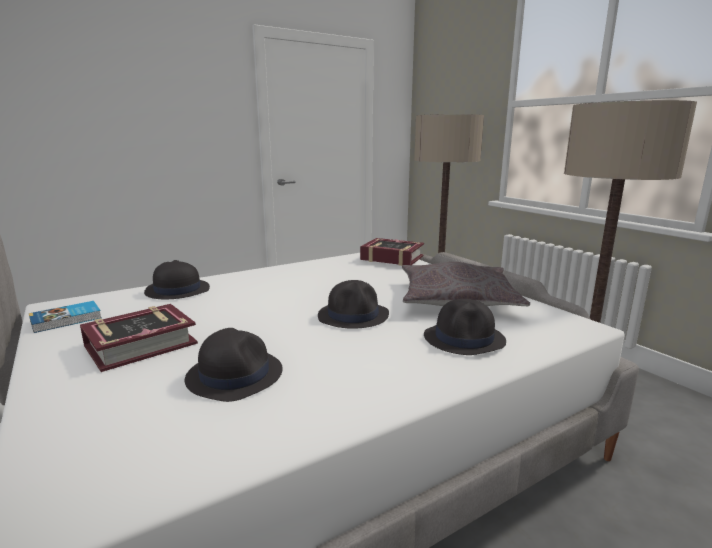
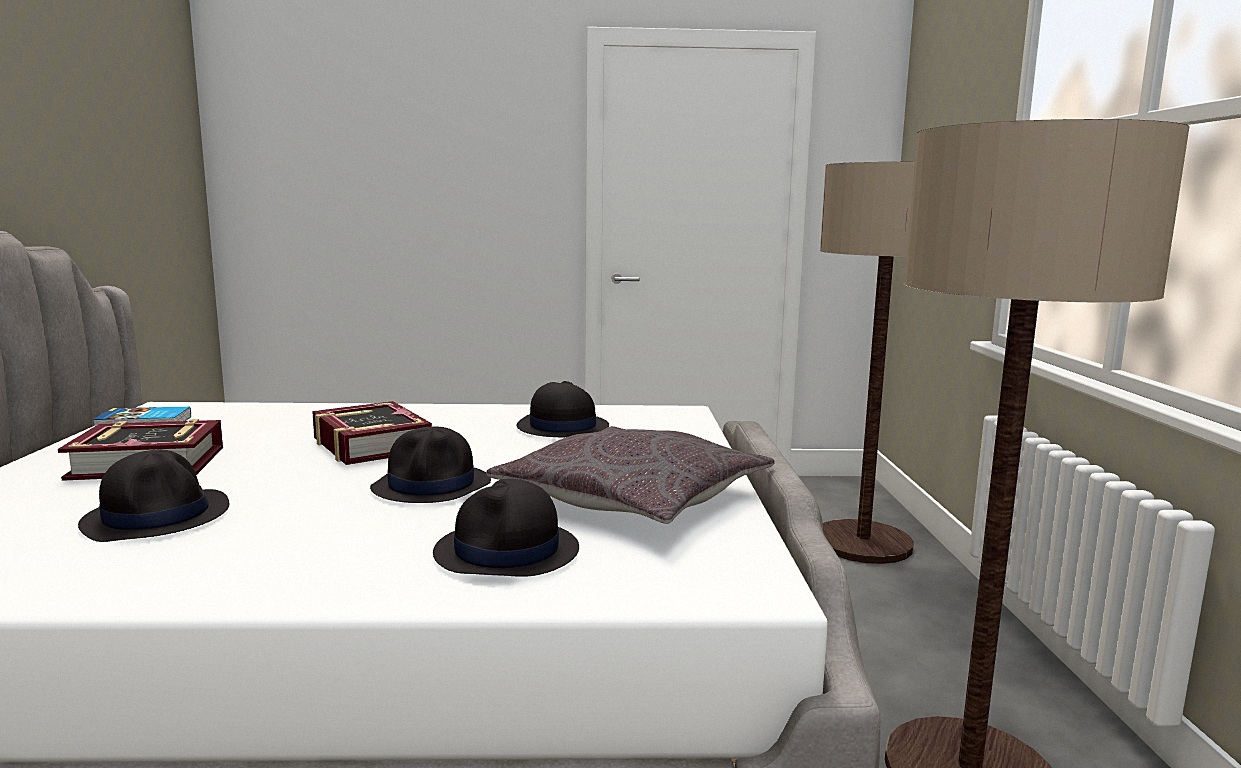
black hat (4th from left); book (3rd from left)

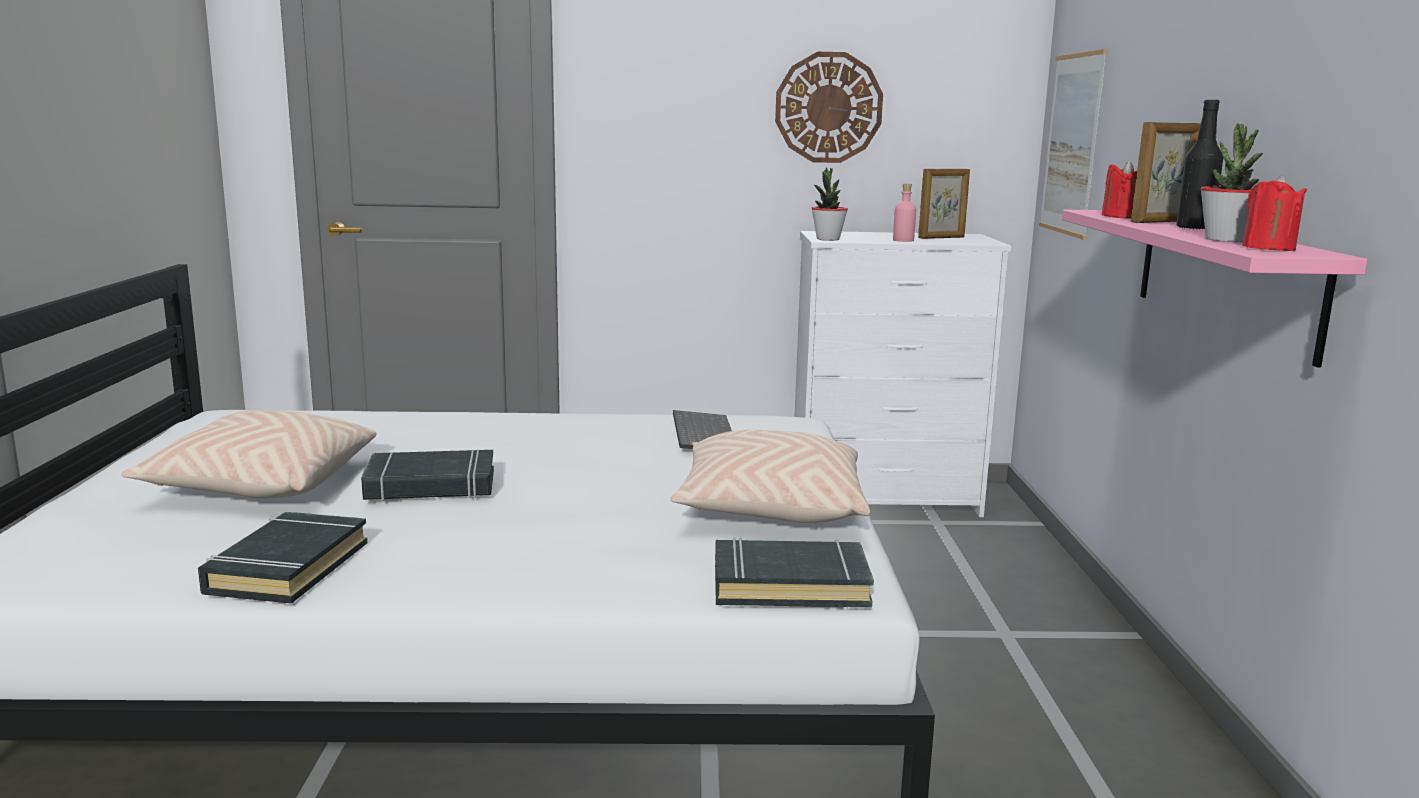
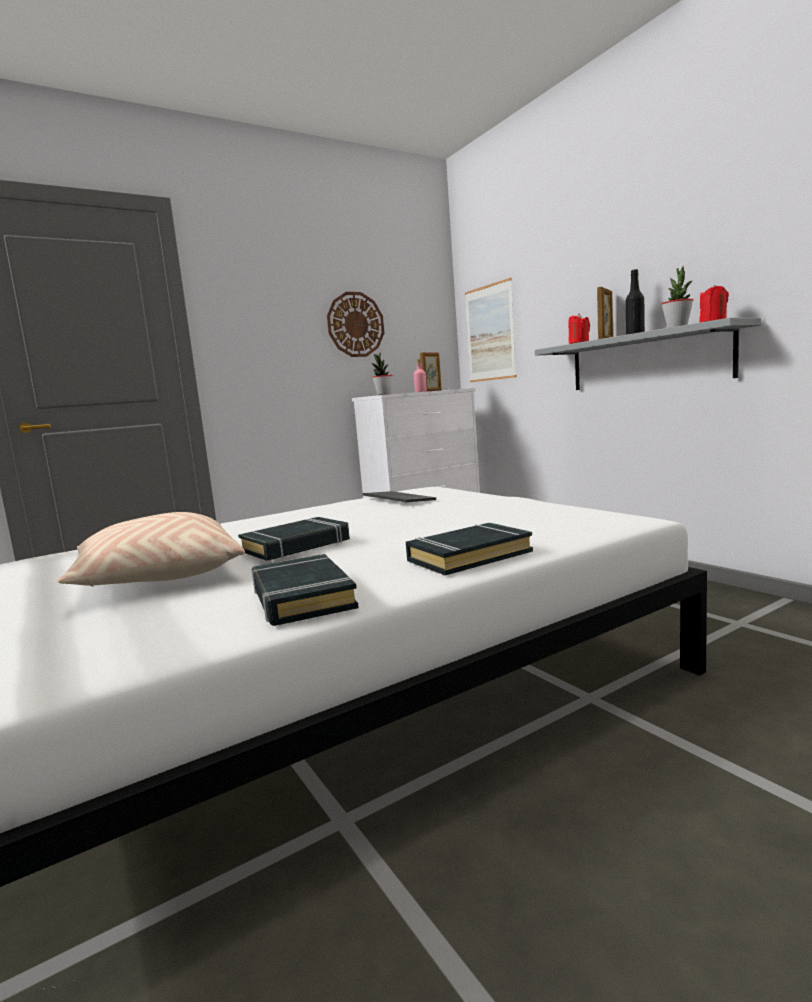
beige pillow (2nd from left in the first image); black book (3rd from left); grey shelf

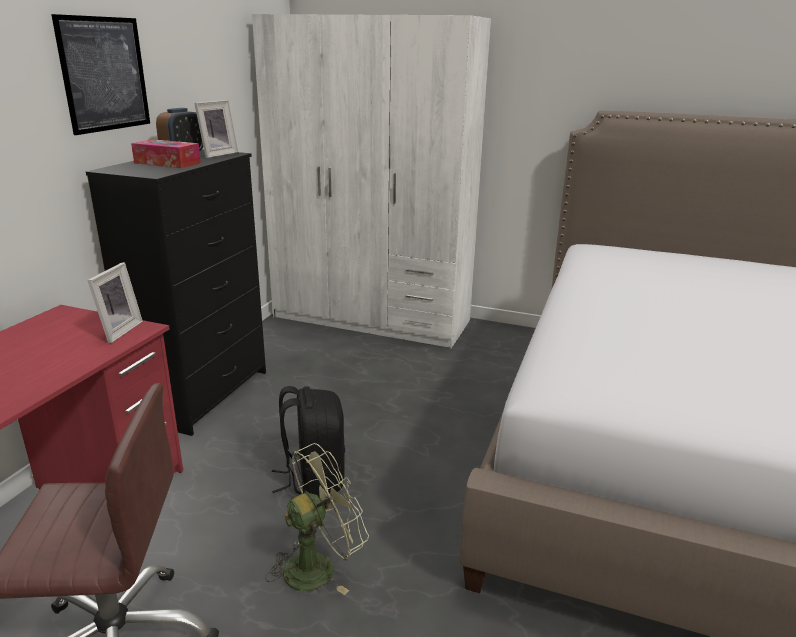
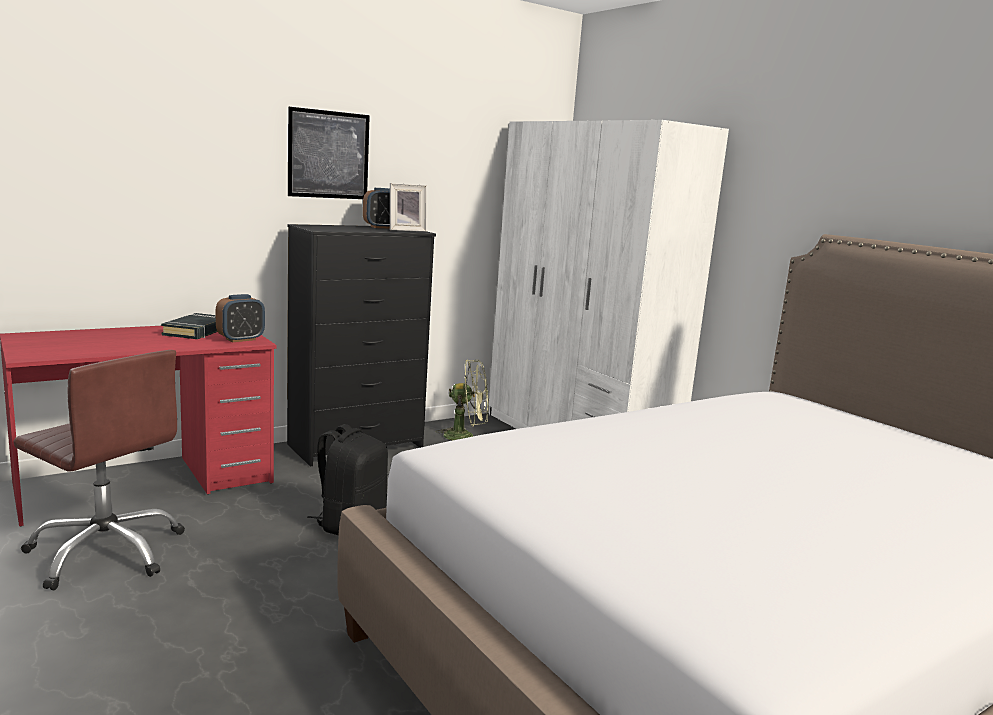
tissue box; black book; green fan; alarm clock (1st from left)

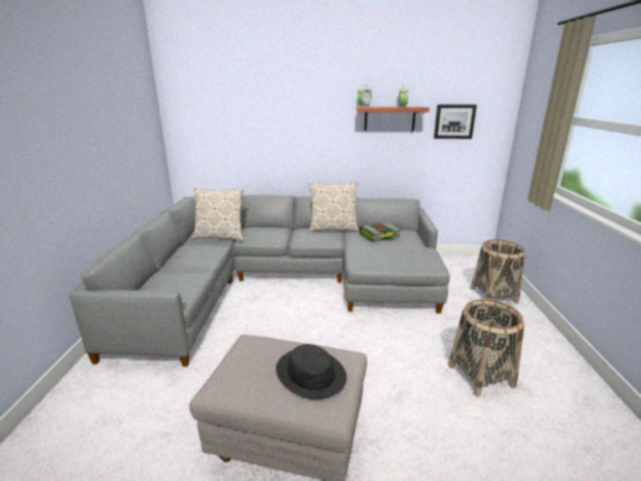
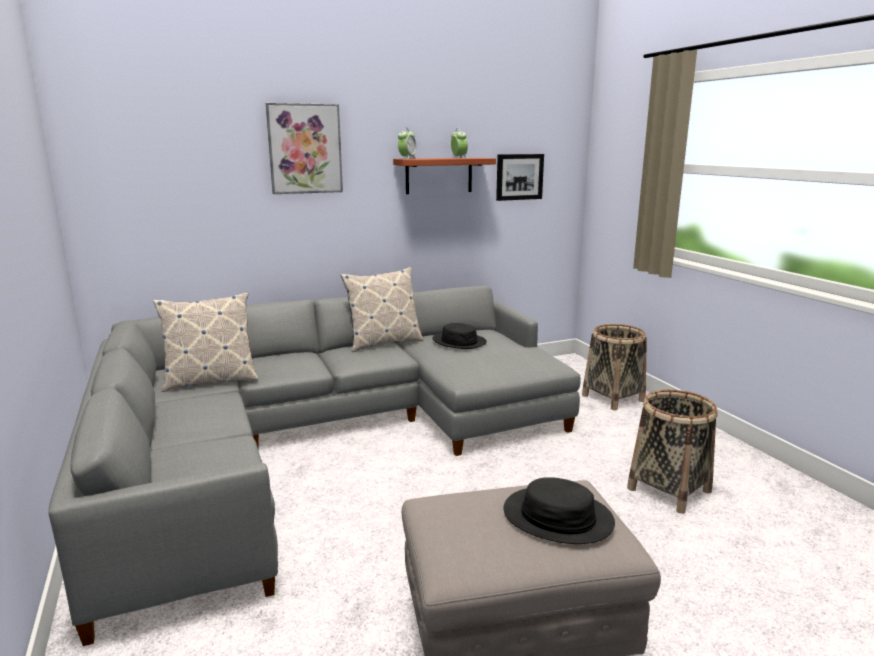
picture (1st from left); black hat (1st from left)

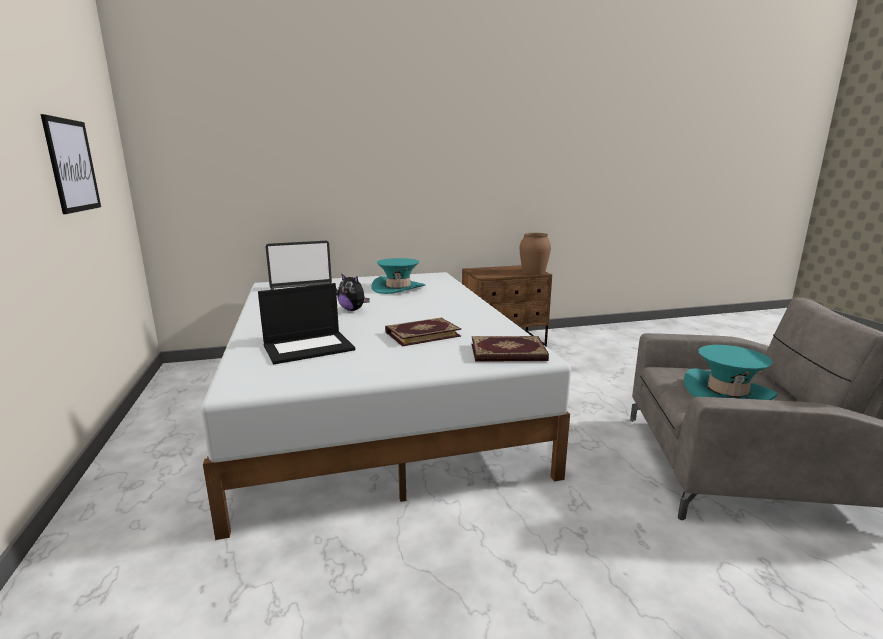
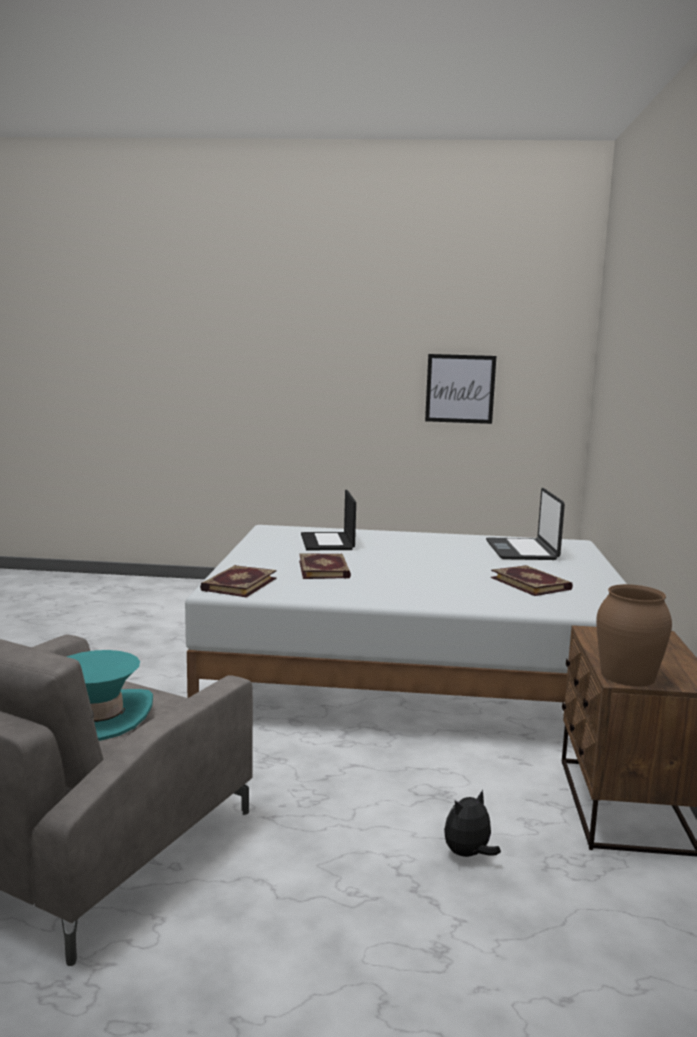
plush toy; book (3rd from left)

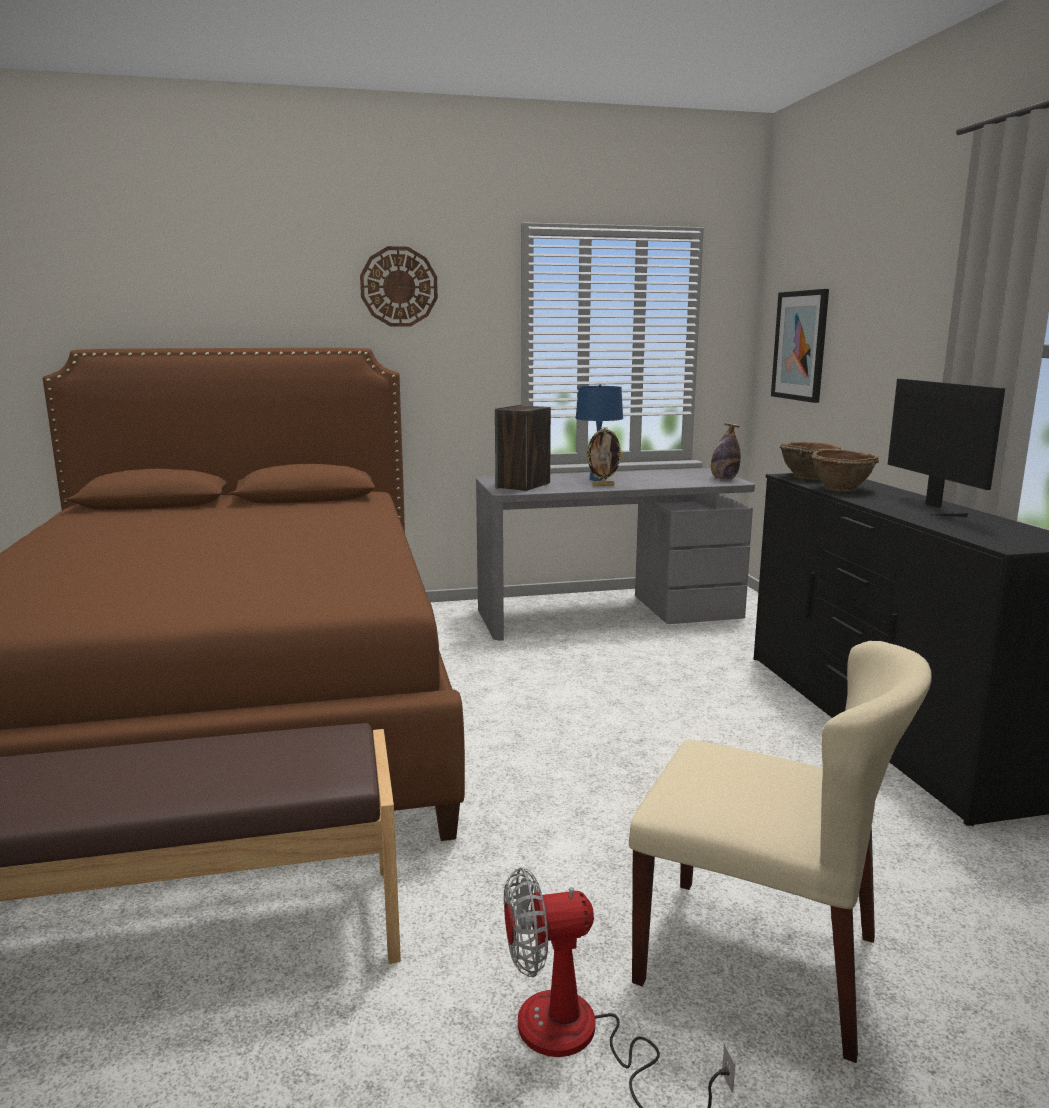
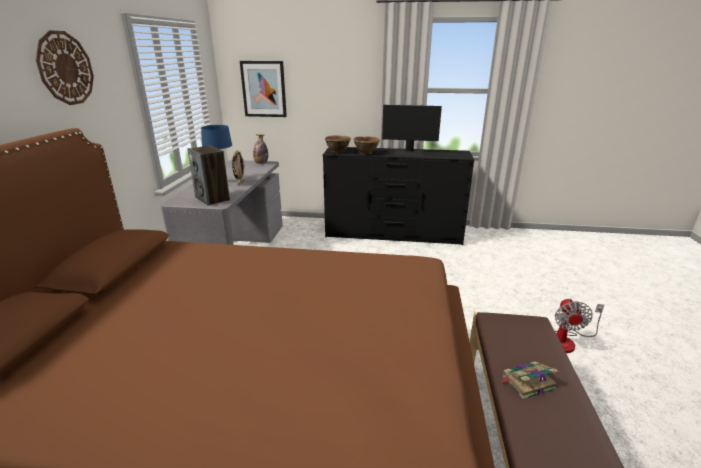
beige chair; book

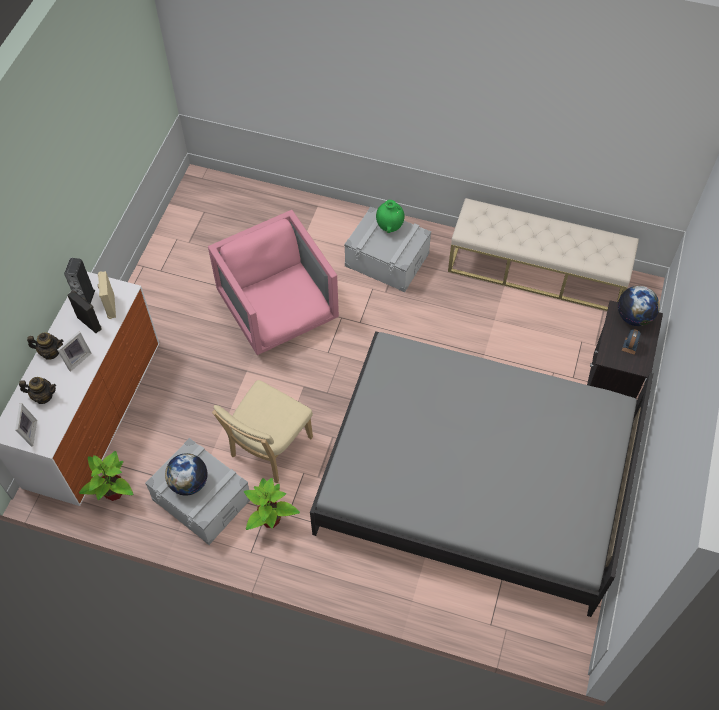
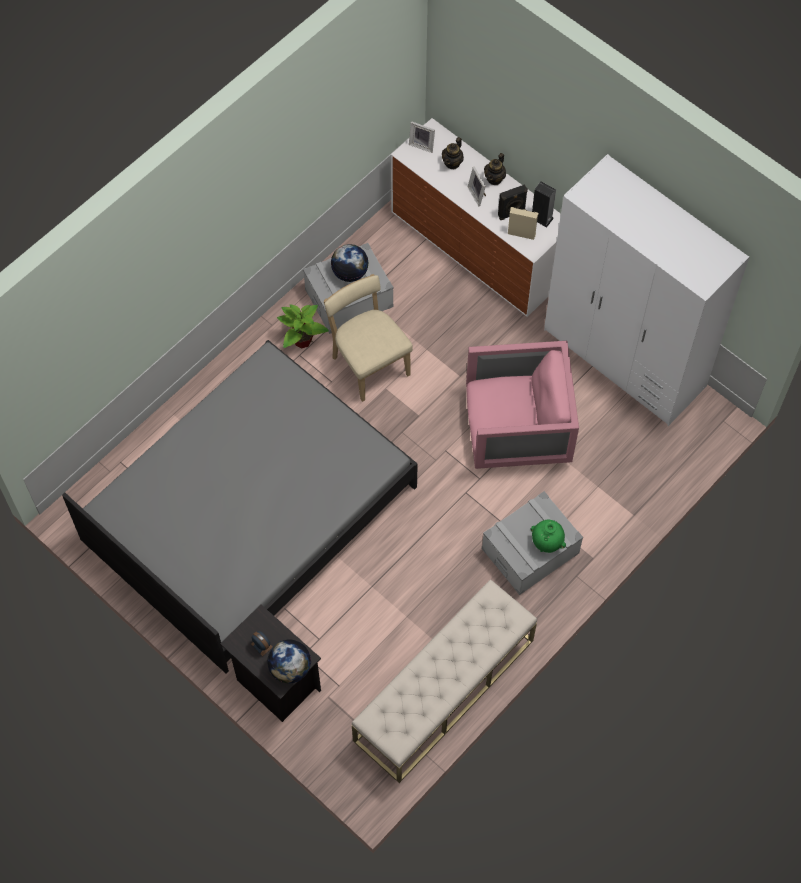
potted plant (1st from left in the first image); white wardrobe

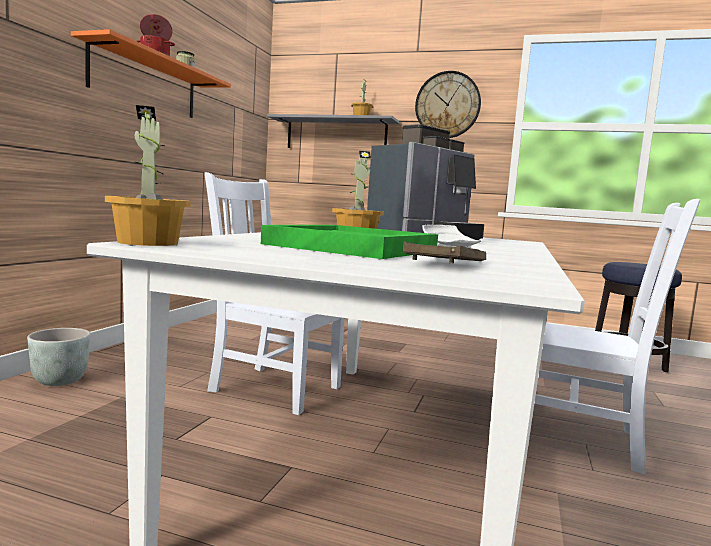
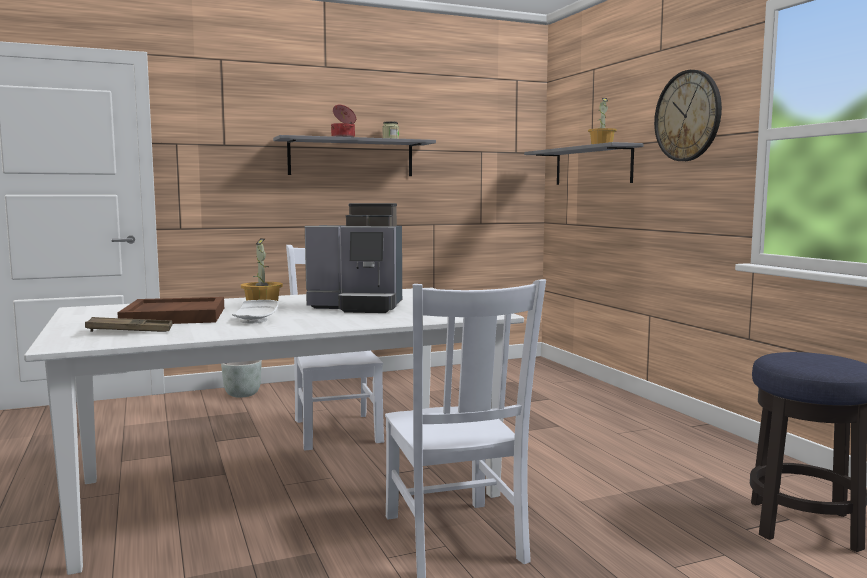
potted plant (1st from left in the first image); grey shelf (1st from left); brown tray (2nd from left)

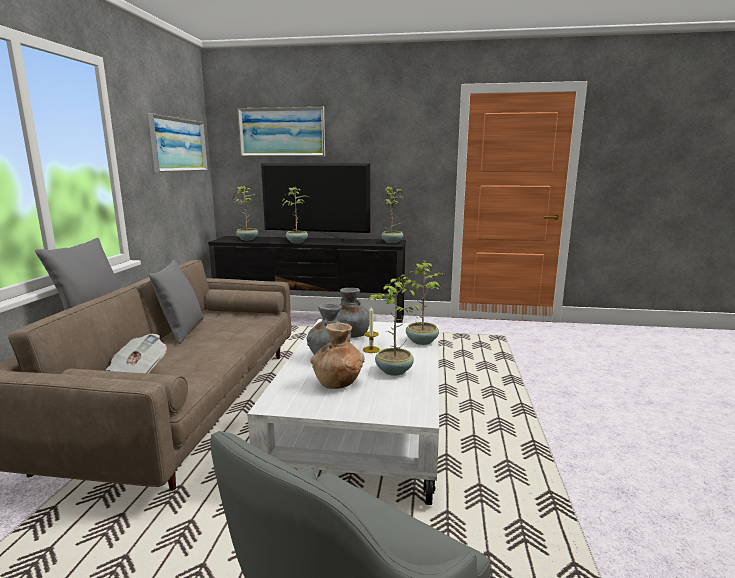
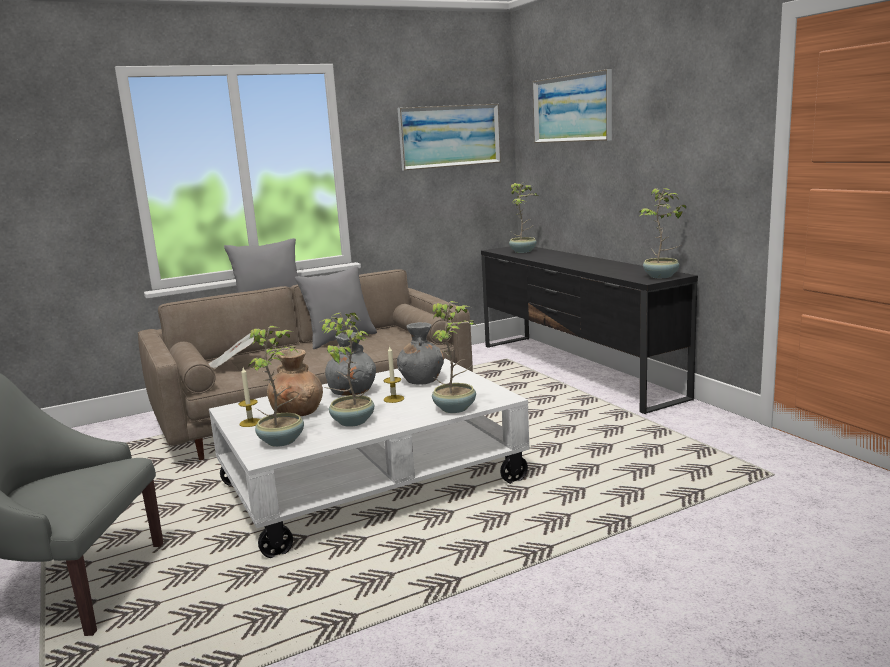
television; candle (1st from left); potted plant (1st from left)

